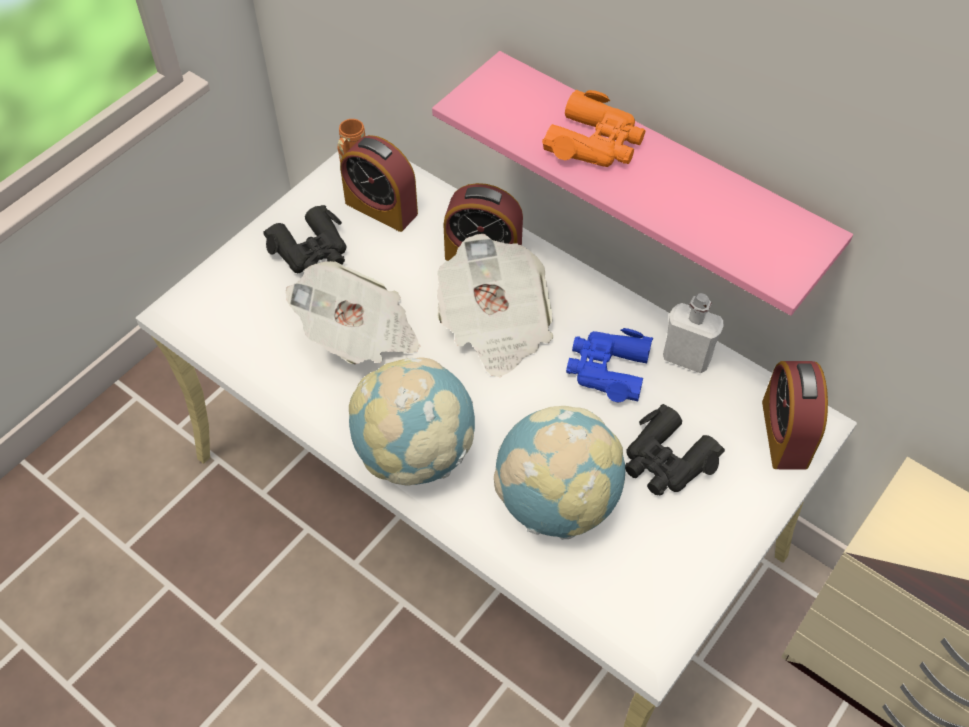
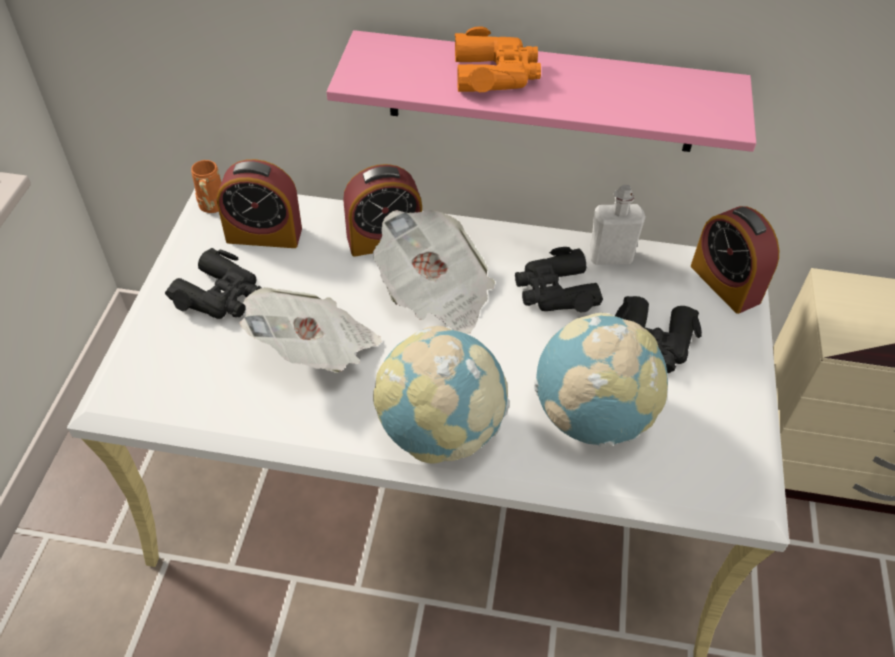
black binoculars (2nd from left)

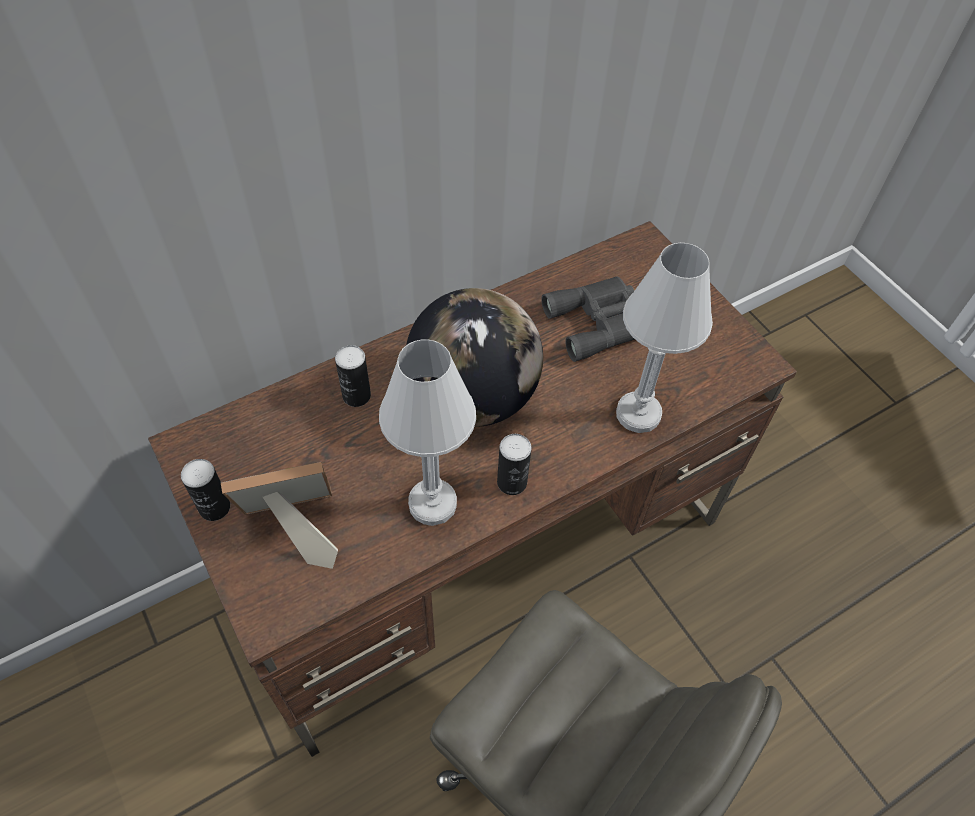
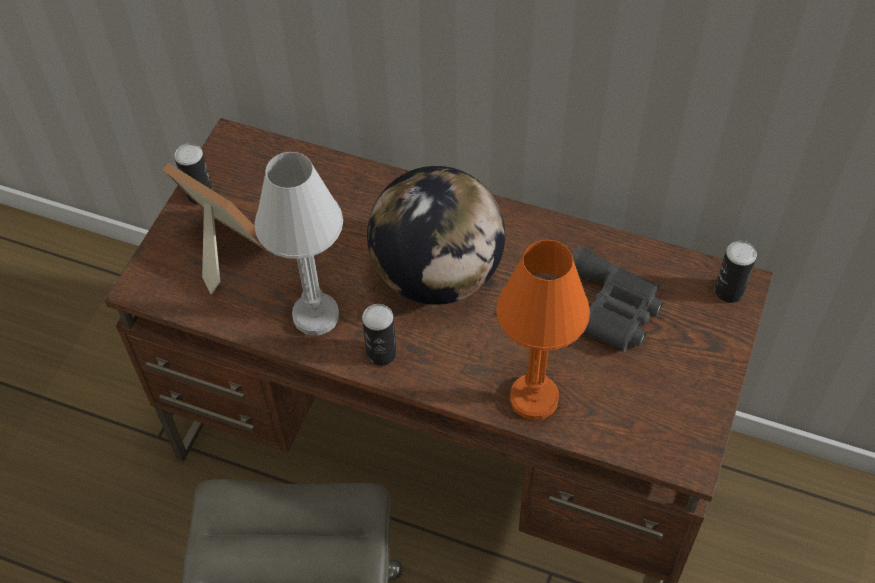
can (3rd from left); orange table lamp

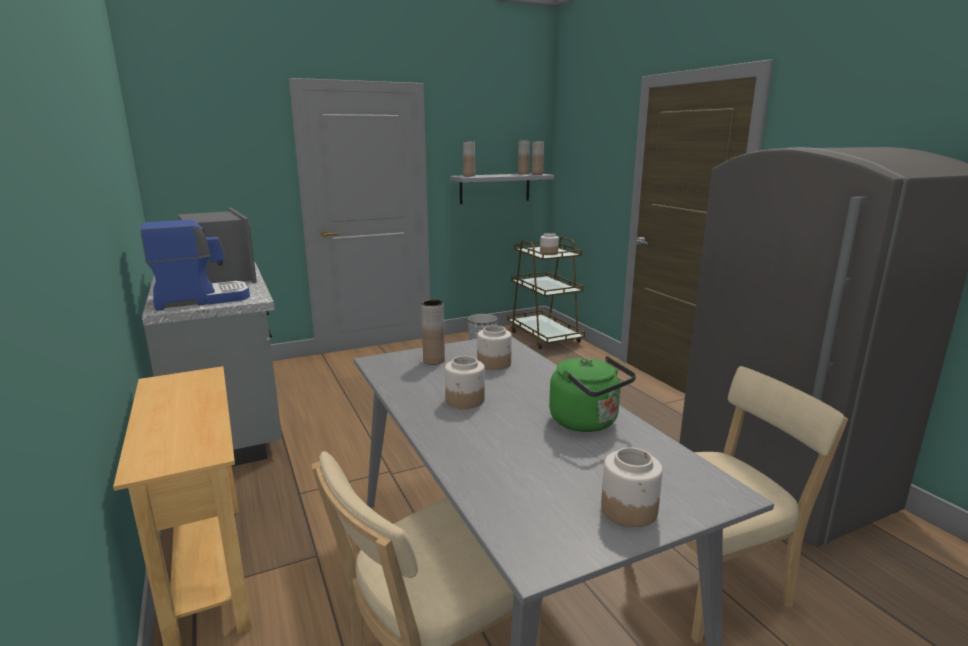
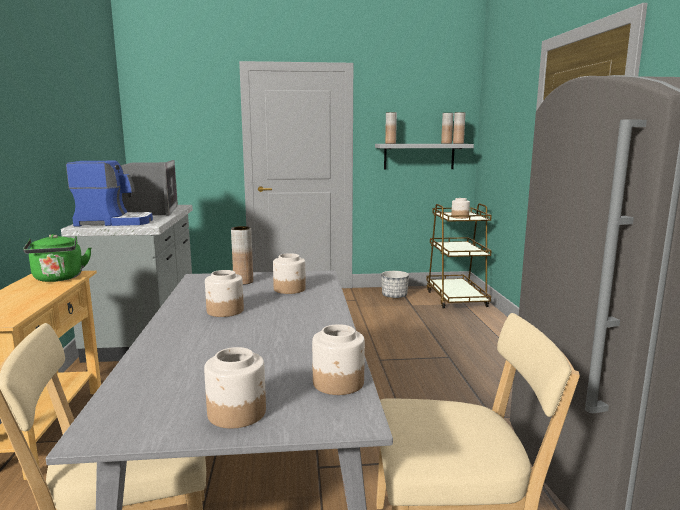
jar (4th from left); green kettle

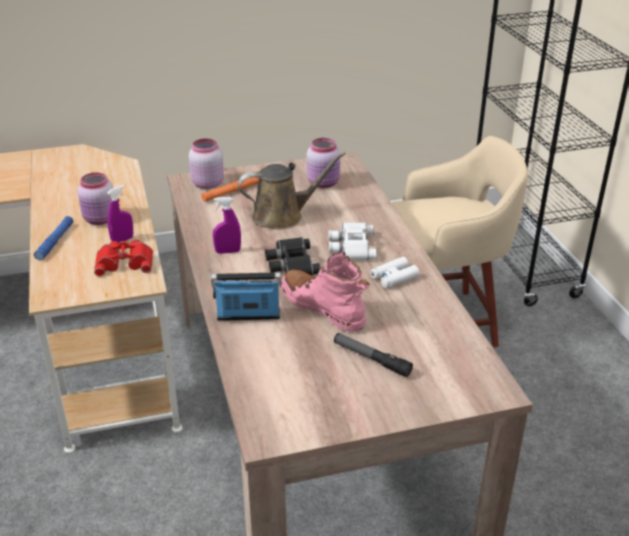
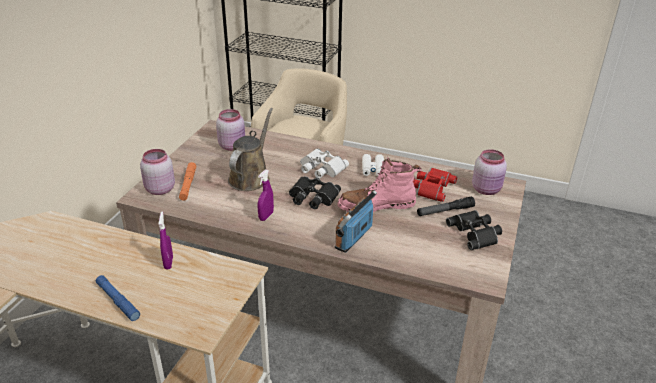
black binoculars (2nd from left); pink jar (3rd from left); red binoculars

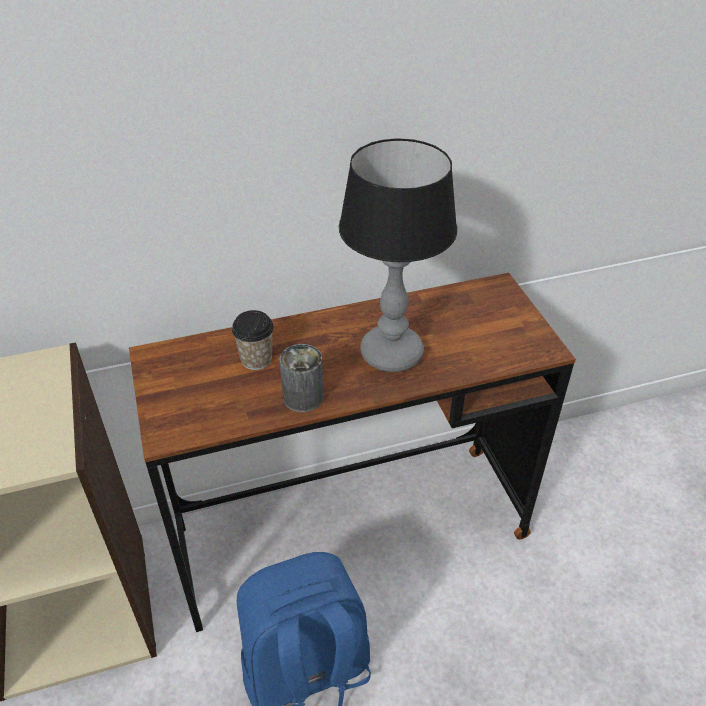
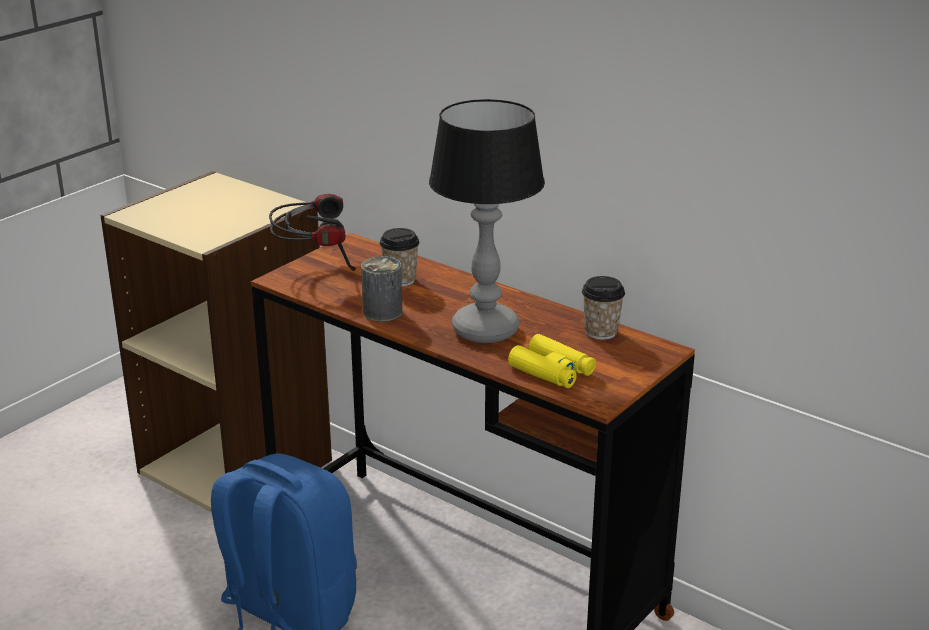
headphones; yellow binoculars; cup (2nd from left)

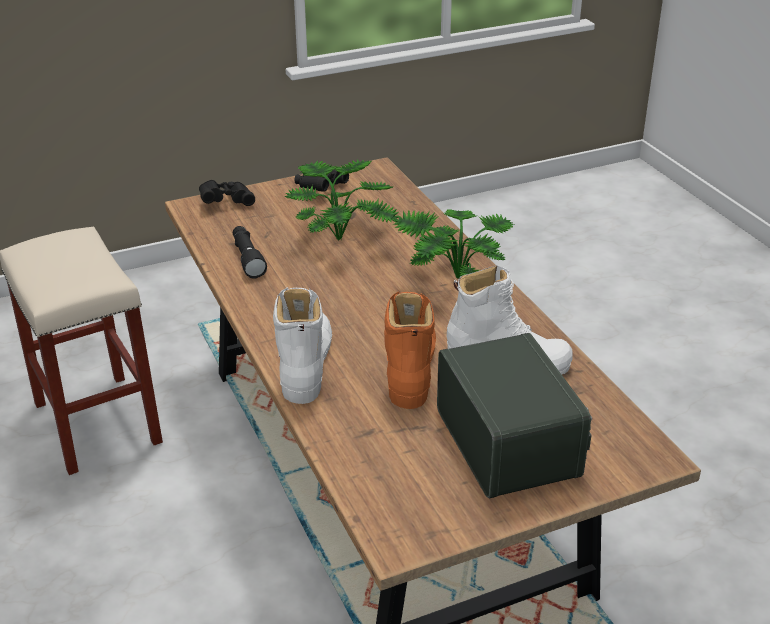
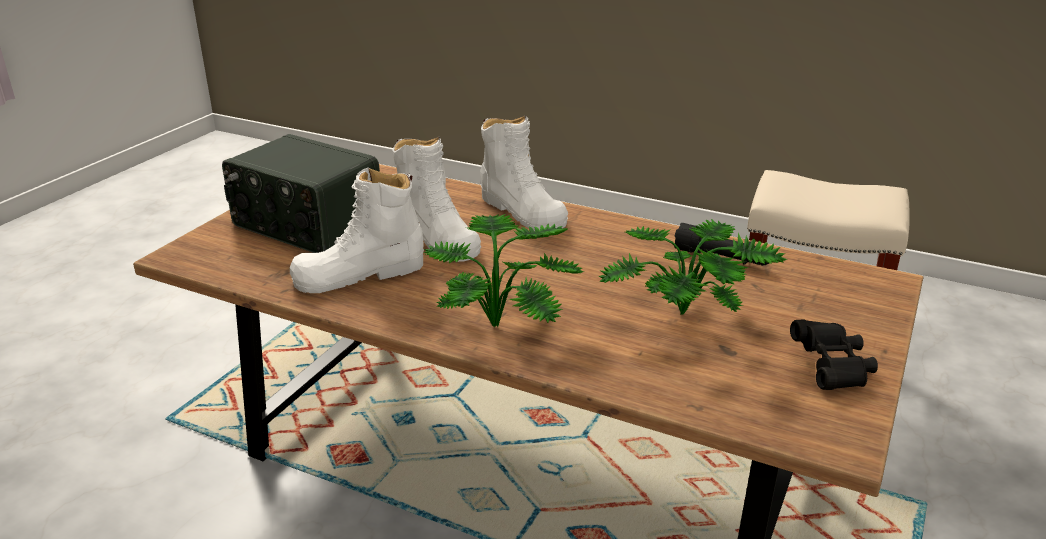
black binoculars (1st from left in the first image); white boot (2nd from left)

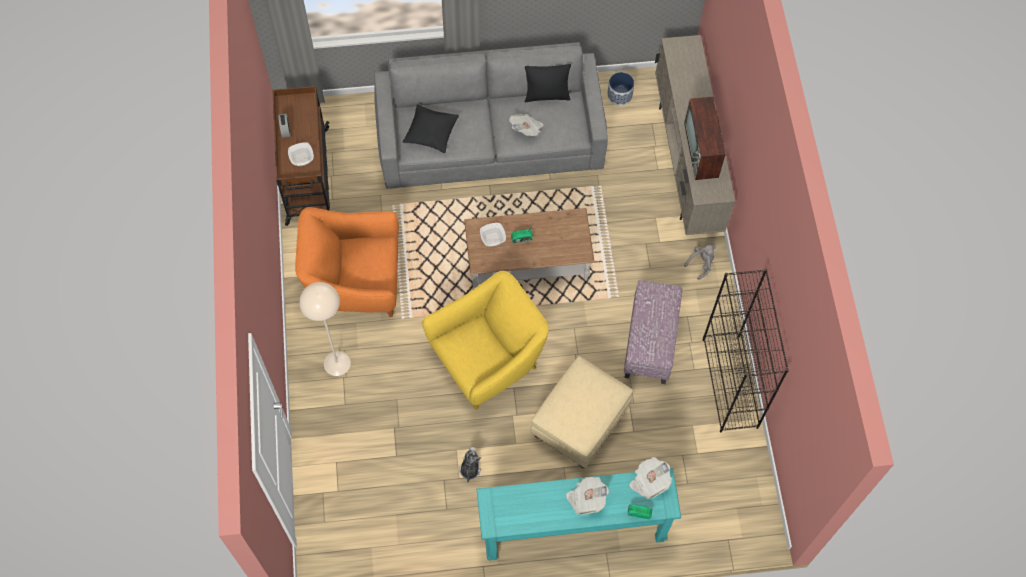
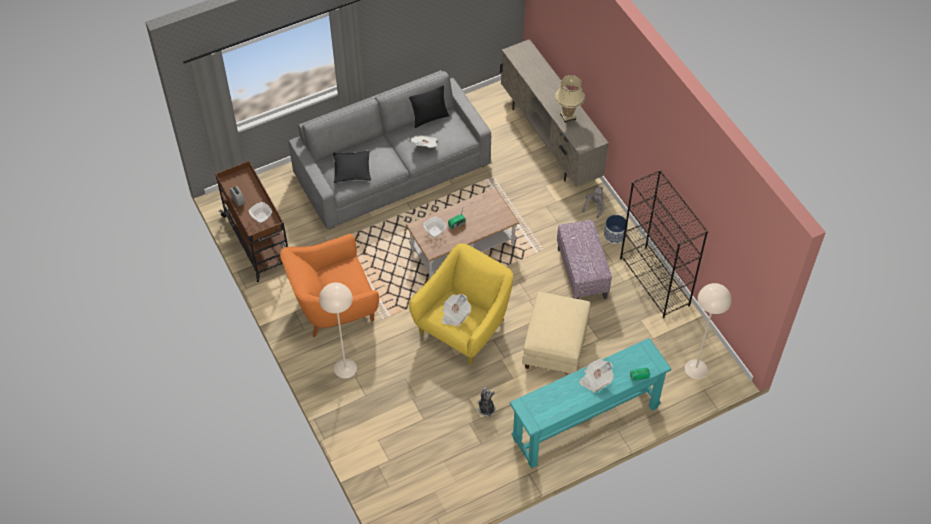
beige floor lamp (2nd from left); planter; newspaper (2nd from left); beige table lamp

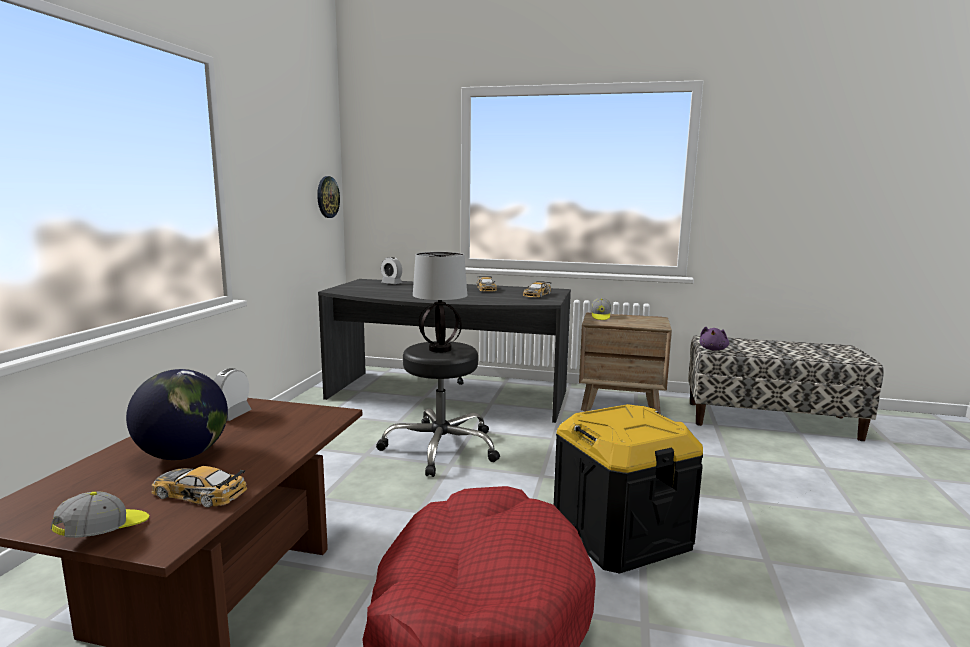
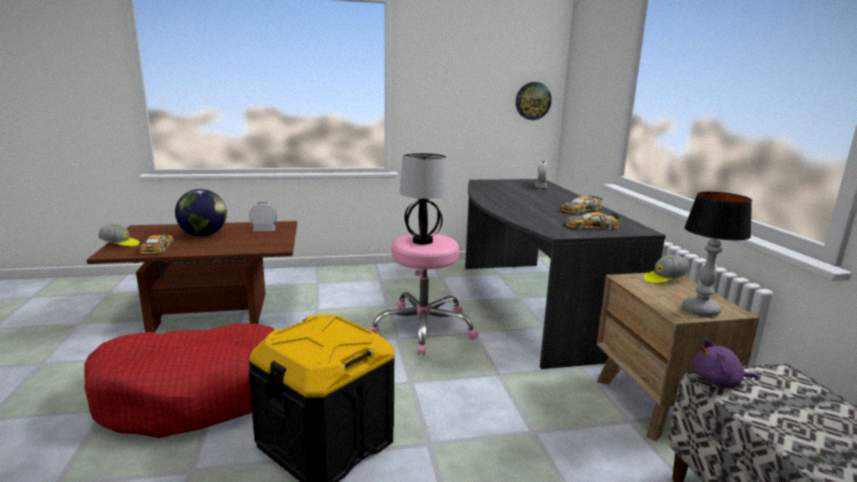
table lamp (2nd from left); pink stool

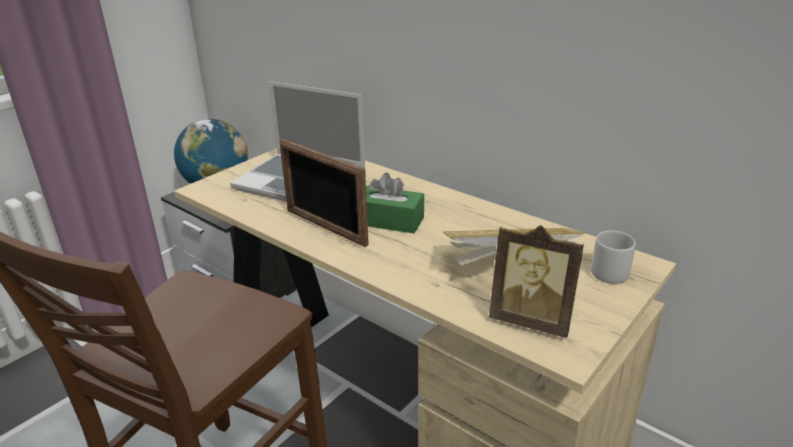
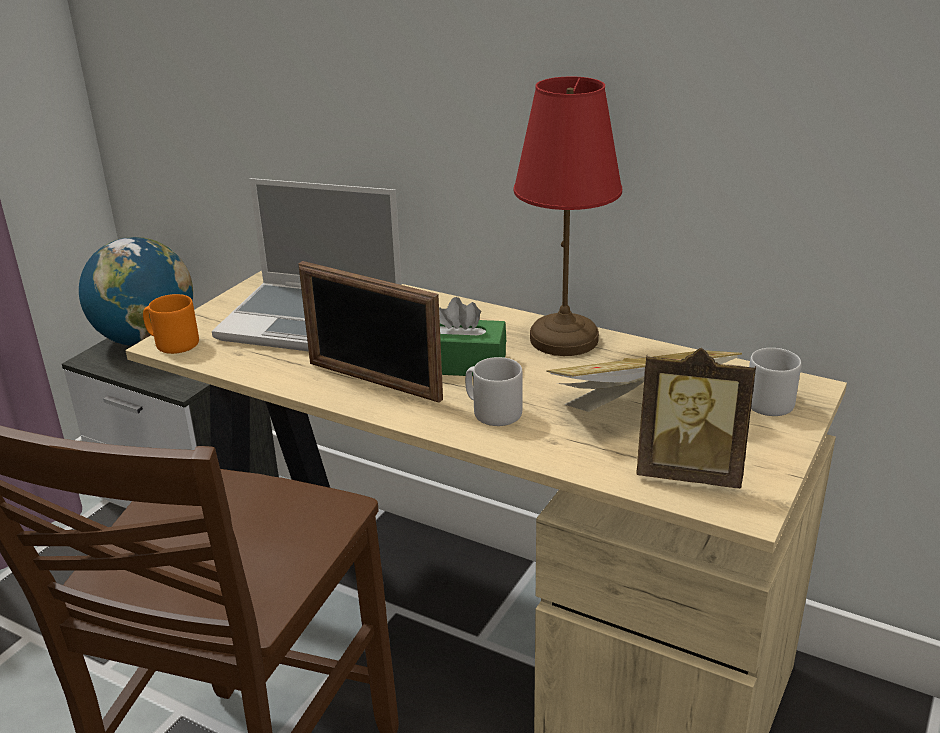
orange mug; grey mug (1st from left); red table lamp

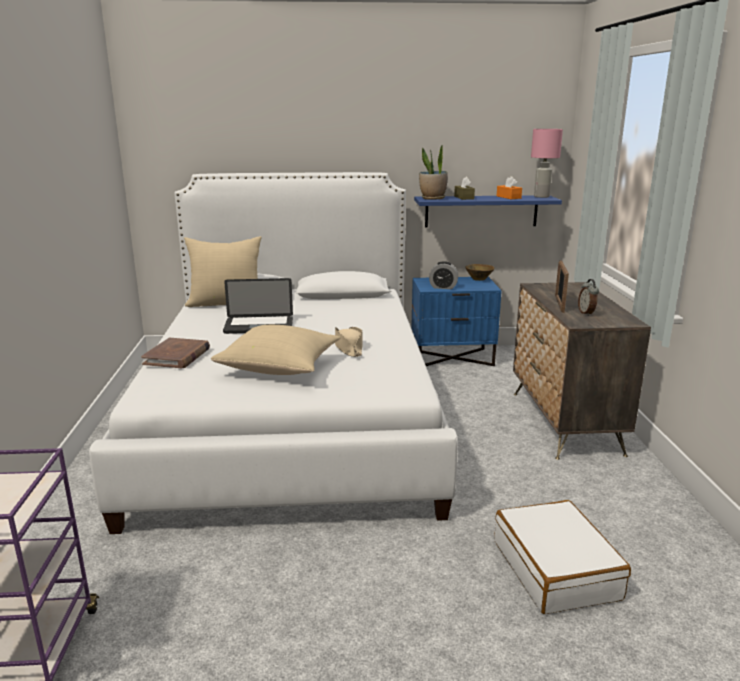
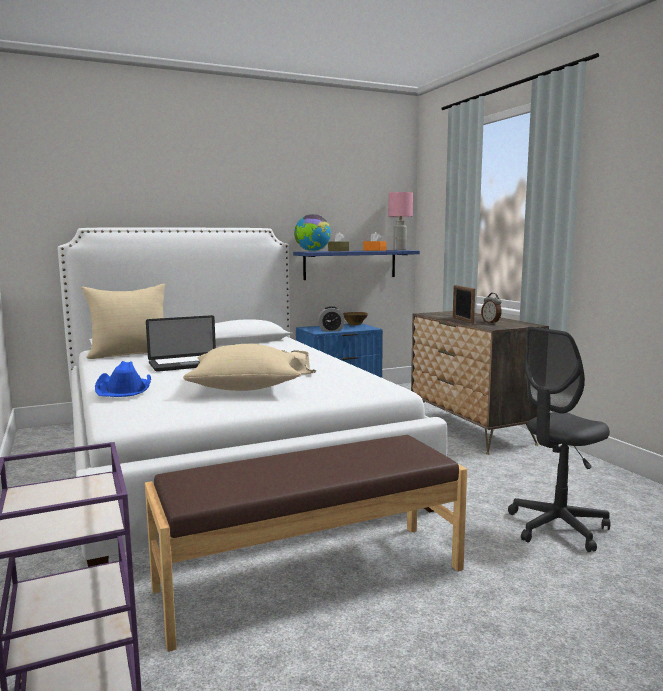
brown bench; blue hat; globe; grey office chair

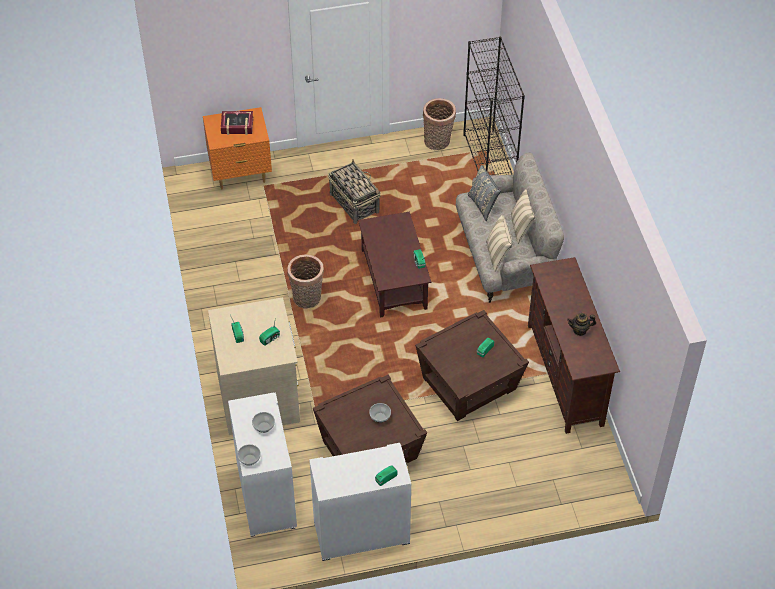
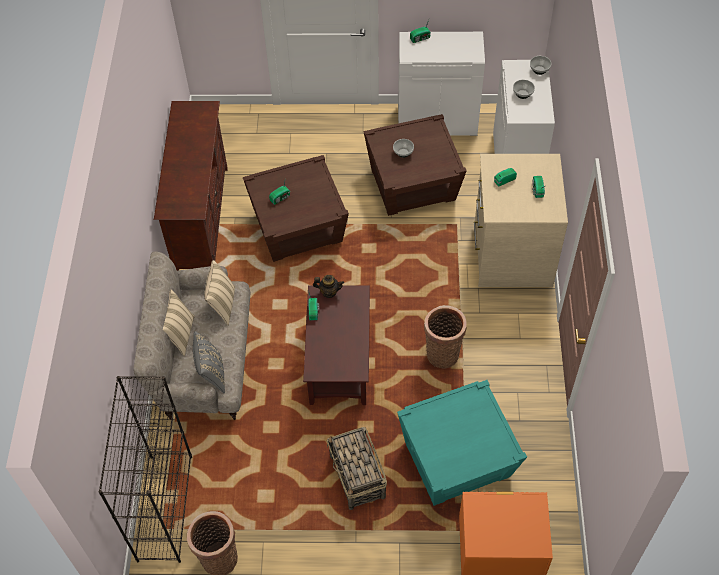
book; turquoise side table; teapot

